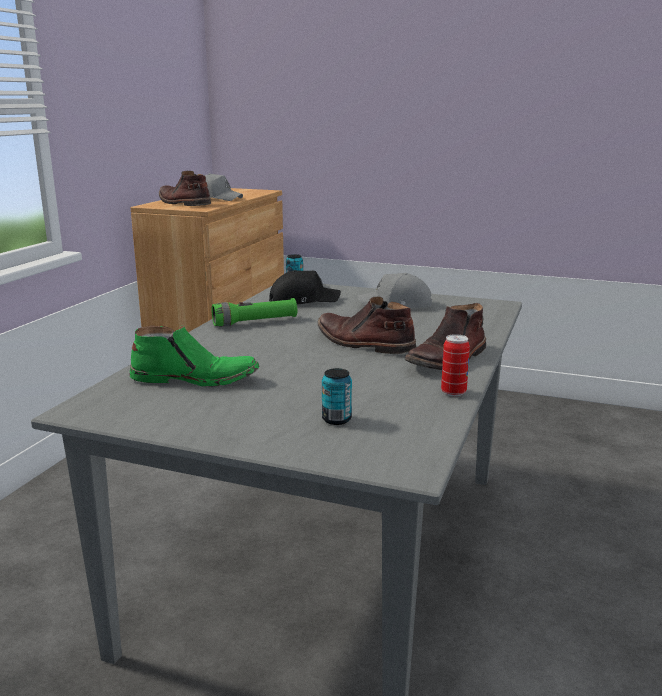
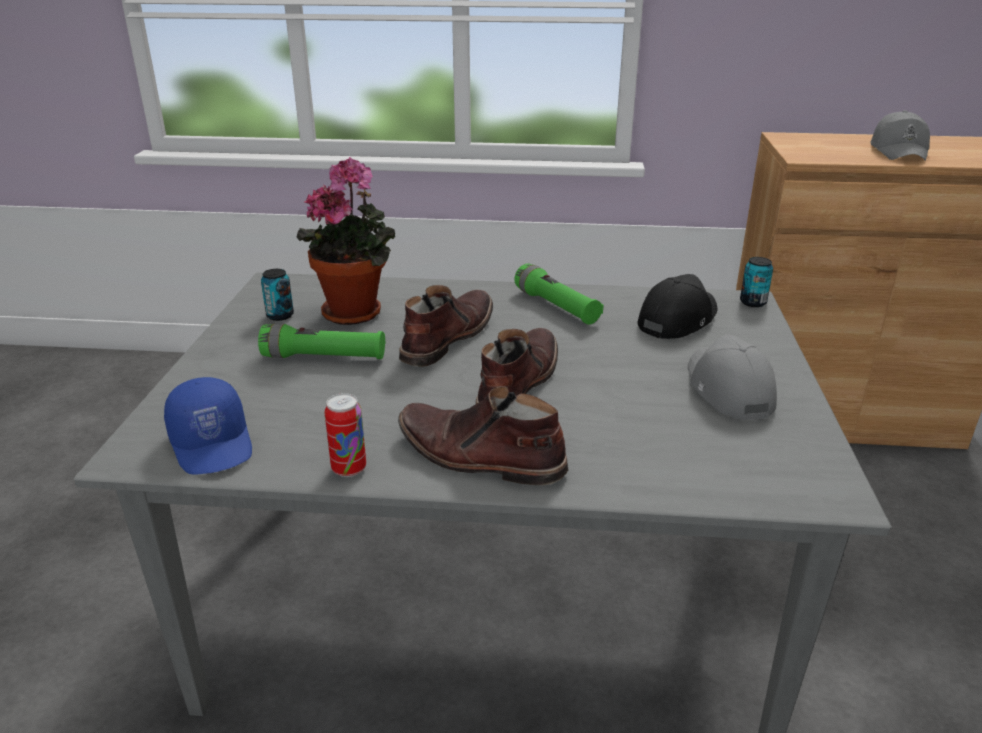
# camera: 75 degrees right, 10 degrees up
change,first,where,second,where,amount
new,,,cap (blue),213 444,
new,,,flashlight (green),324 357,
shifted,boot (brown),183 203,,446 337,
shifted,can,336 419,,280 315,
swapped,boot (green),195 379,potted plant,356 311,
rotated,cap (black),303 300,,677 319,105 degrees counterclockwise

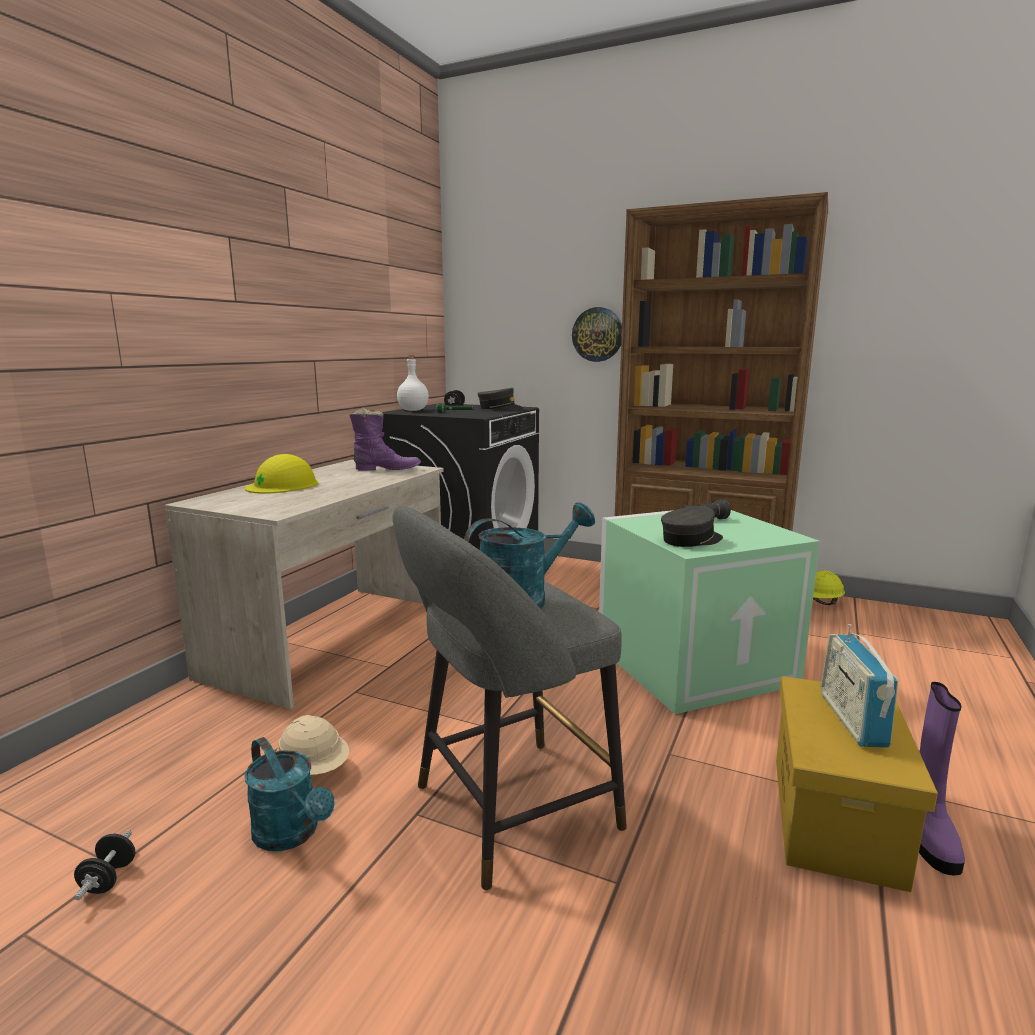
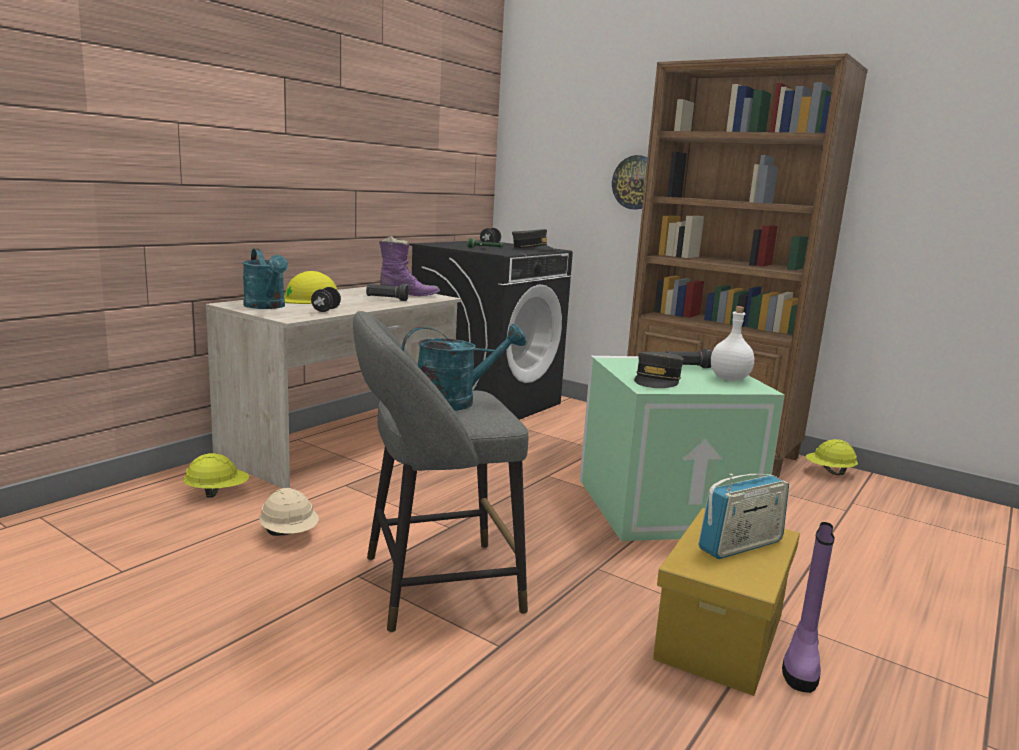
# camera: 10 degrees right, 0 degrees up
change,first,where,second,where,amount
new,,,hard hat (yellow),217 493,
new,,,flashlight (black),386 299,
shifted,dumbbell (black),108 879,,326 310,
shifted,watering can (turquoise),291 835,,267 307,
shifted,bottle (white),413 410,,730 379,
rotated,cap (grey),691 540,,657 380,135 degrees clockwise
rotated,radio,851 719,,740 545,135 degrees counterclockwise

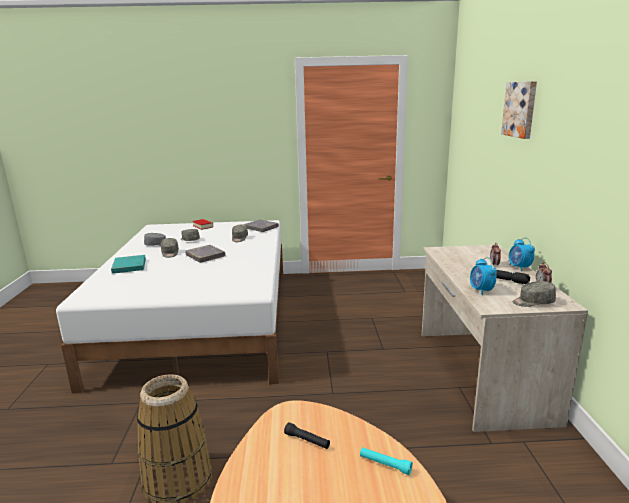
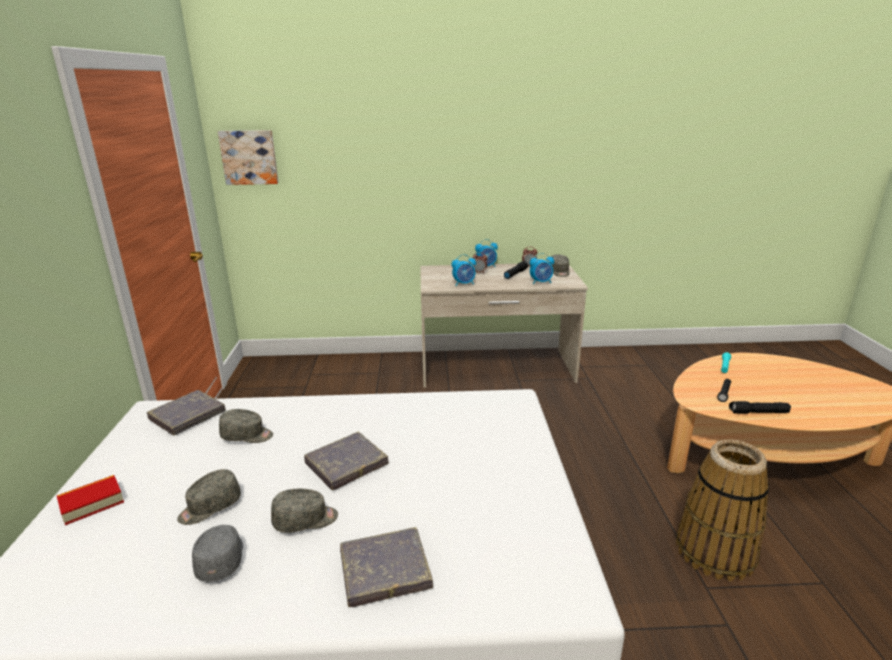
# camera: 90 degrees left, 5 degrees up
change,first,where,second,where,amount
new,,,alarm clock,464 284,
new,,,flashlight (black),758 413,
shifted,picture,521 109,,249 157,
repainted,book (turquoise),129 267,book (grey),385 570,

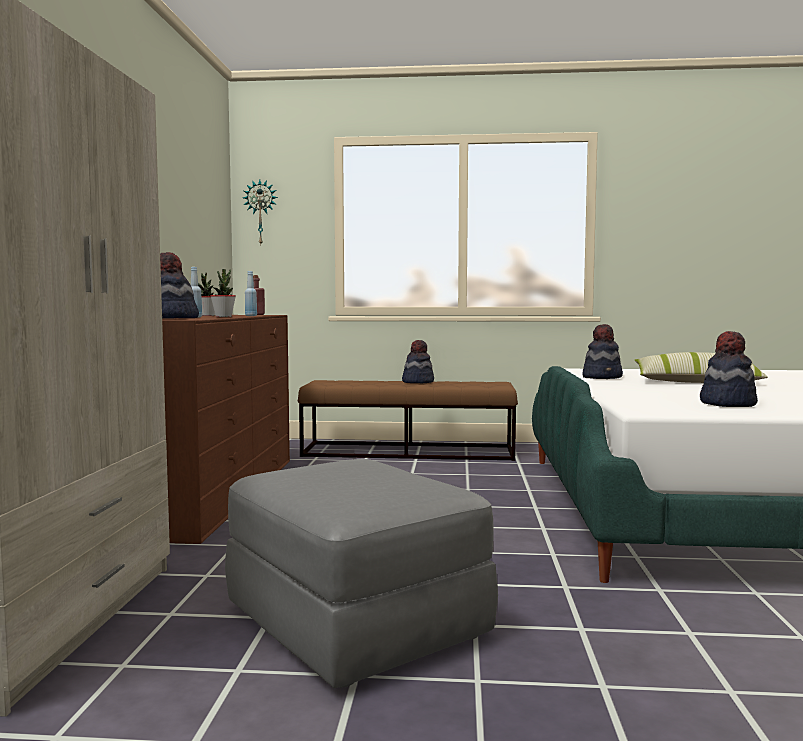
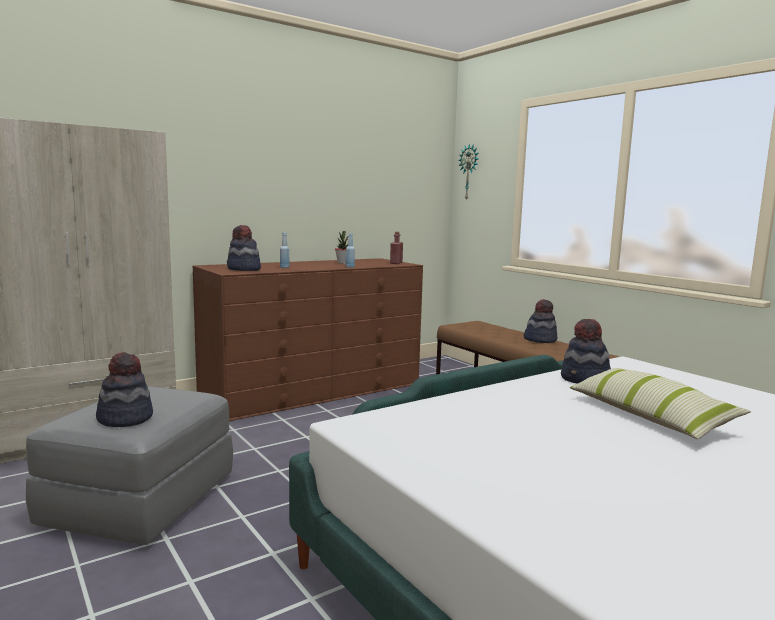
# camera: 50 degrees right, 5 degrees up
change,first,where,second,where,amount
gone,potted plant,223 316,,,
shifted,hat,727 404,,125 418,

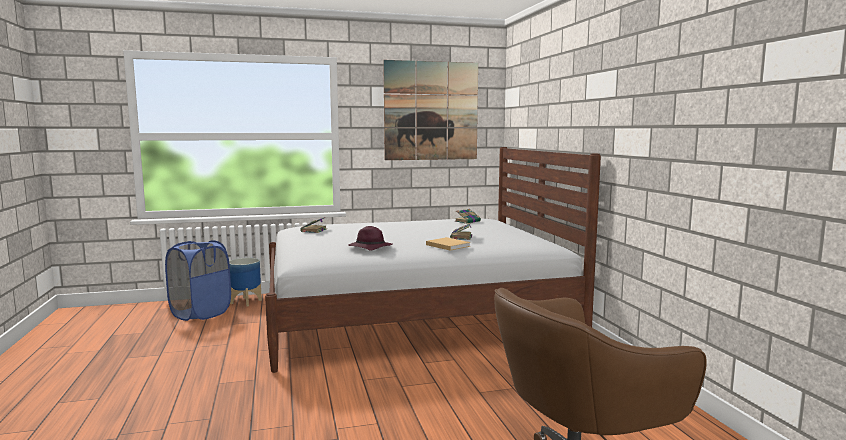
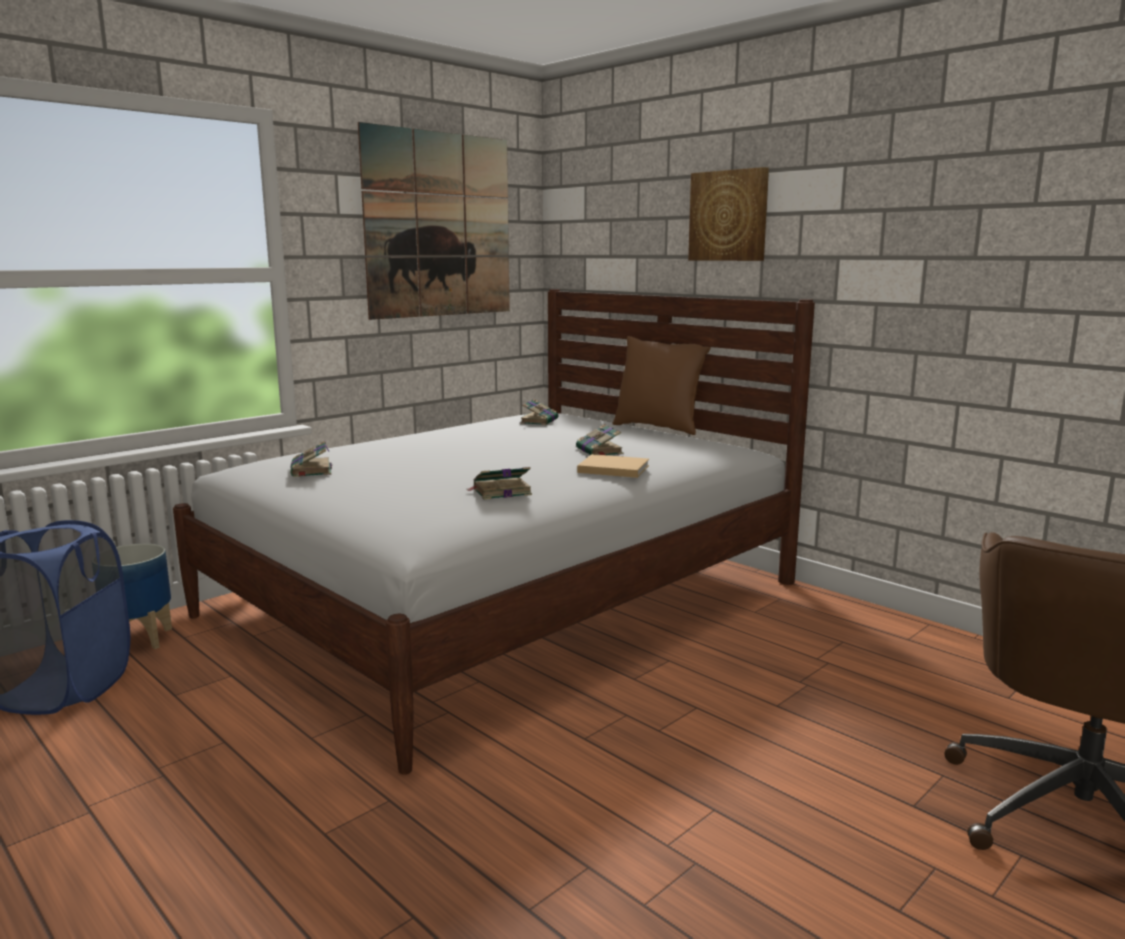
# camera: 30 degrees left, 5 degrees up
change,first,where,second,where,amount
new,,,pillow (brown),658 428,
new,,,picture,729 216,
swapped,hat (purple),369 248,book,500 492,

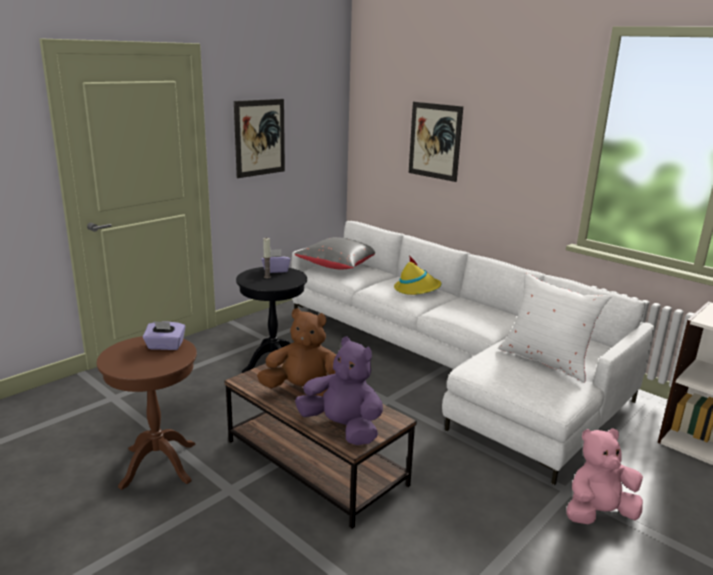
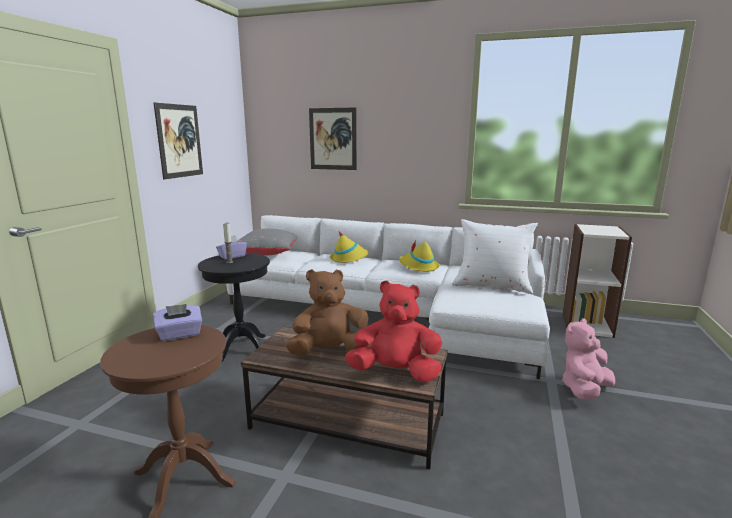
# camera: 25 degrees left, 5 degrees down
change,first,where,second,where,amount
new,,,hat (yellow),418 266,
repainted,plush toy (purple),342 428,plush toy (red),395 373,

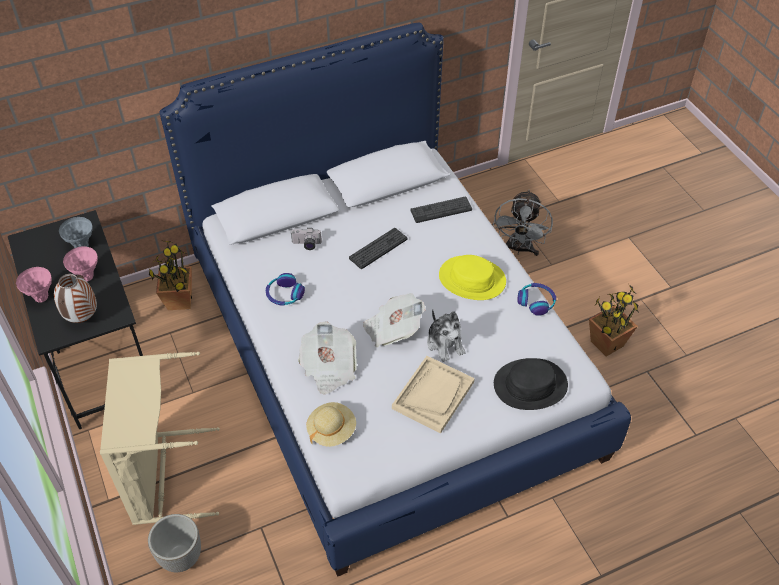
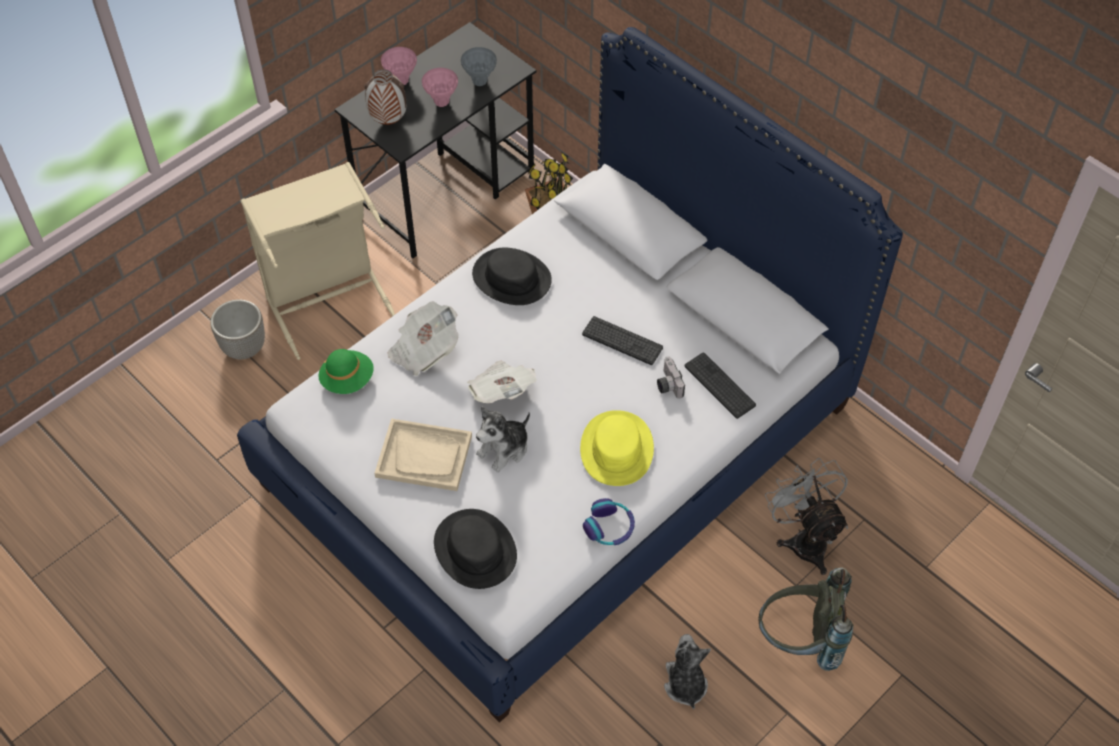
# camera: 70 degrees right, 5 degrees up
change,first,where,second,where,amount
new,,,backpack (grey),799 641,
shifted,photo camera,306 245,,667 384,
swapped,headphones,284 294,hat (black),512 277,
swapped,potted plant,606 344,plush toy,685 683,
repainted,hat (beige),331 430,hat (green),347 379,
rotated,fan (grey),519 249,,804 539,75 degrees clockwise

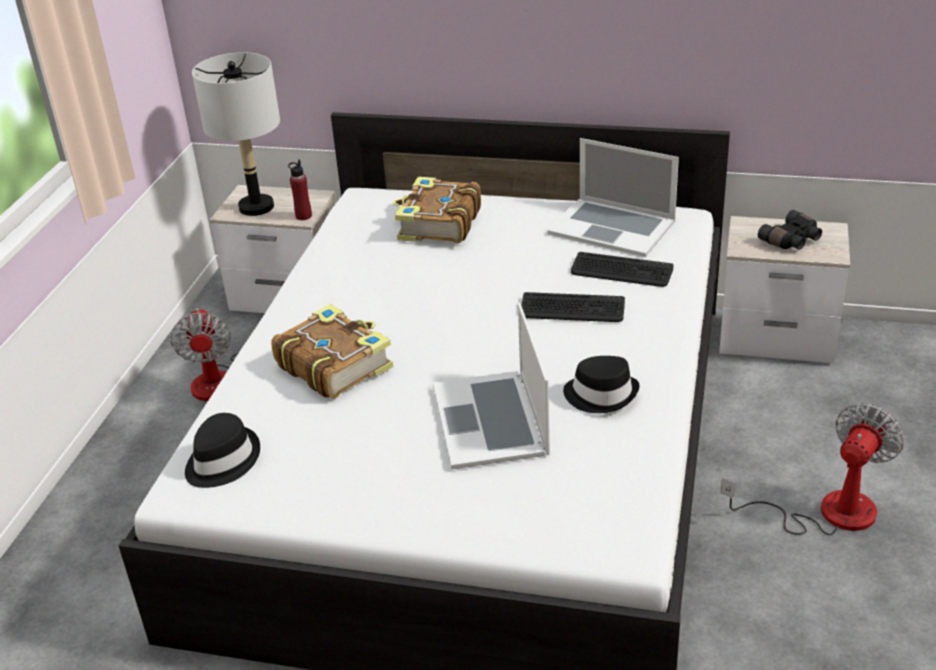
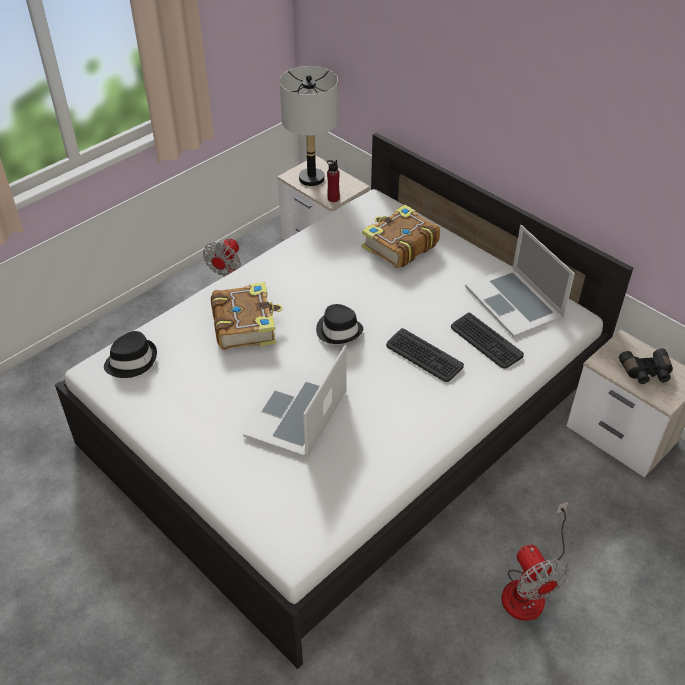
# camera: 30 degrees right, 10 degrees up
change,first,where,second,where,amount
shifted,hat (black),601 394,,339 330,
rotated,fan,827 512,,529 587,90 degrees clockwise

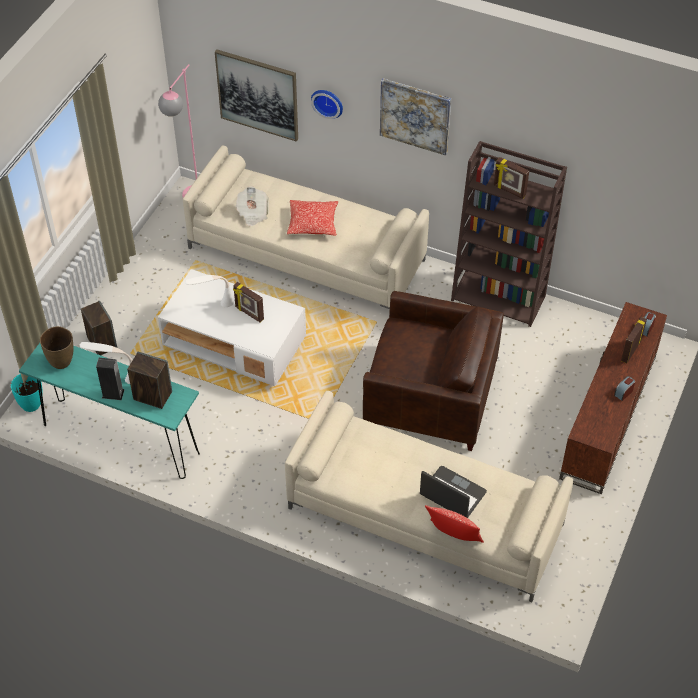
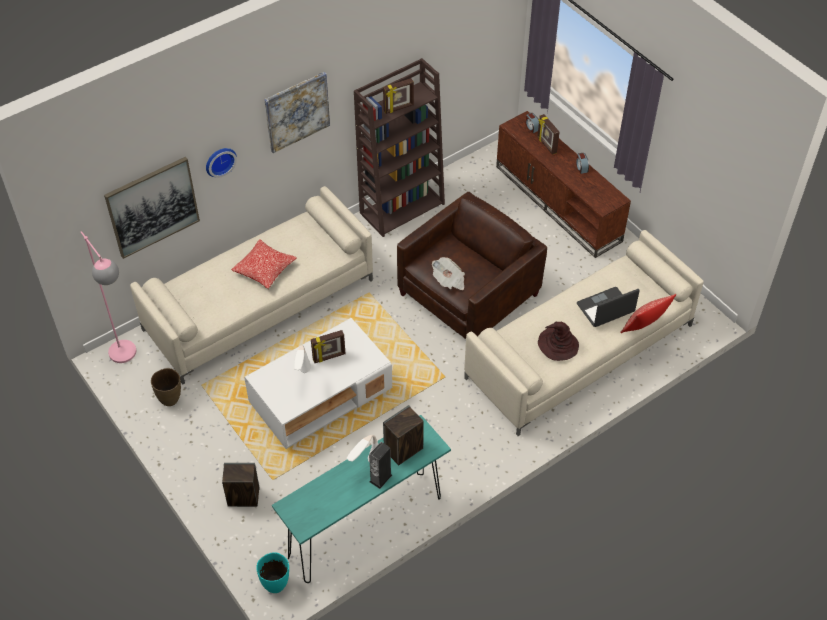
# camera: 60 degrees left, 0 degrees up
change,first,where,second,where,amount
new,,,hat (brown),557 344,
shifted,vase (brown),62 361,,170 399,
shifted,newspaper,253 213,,449 280,

